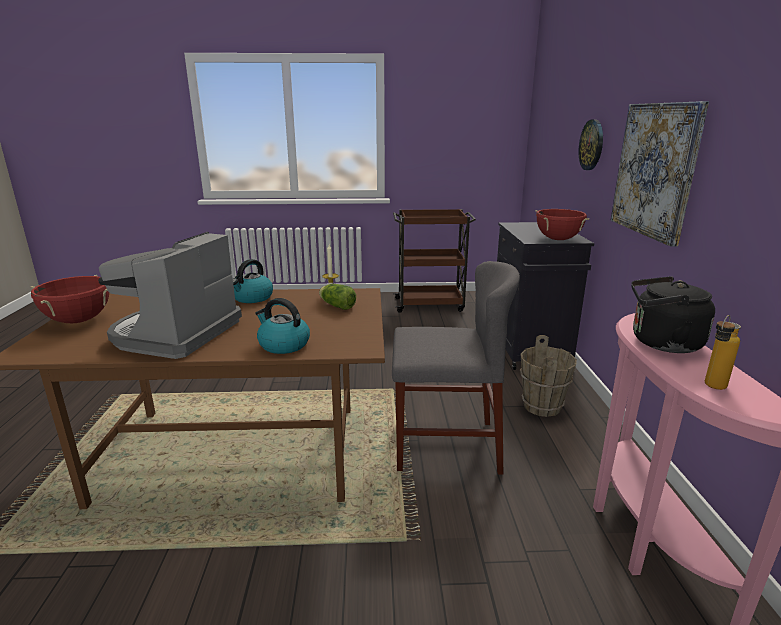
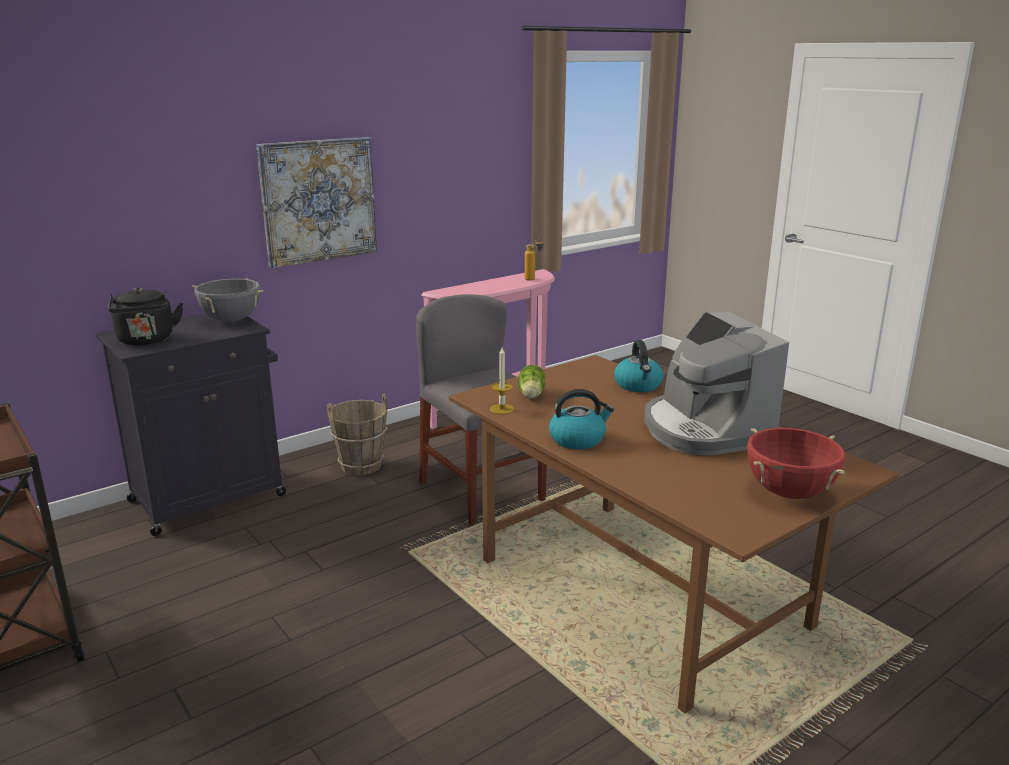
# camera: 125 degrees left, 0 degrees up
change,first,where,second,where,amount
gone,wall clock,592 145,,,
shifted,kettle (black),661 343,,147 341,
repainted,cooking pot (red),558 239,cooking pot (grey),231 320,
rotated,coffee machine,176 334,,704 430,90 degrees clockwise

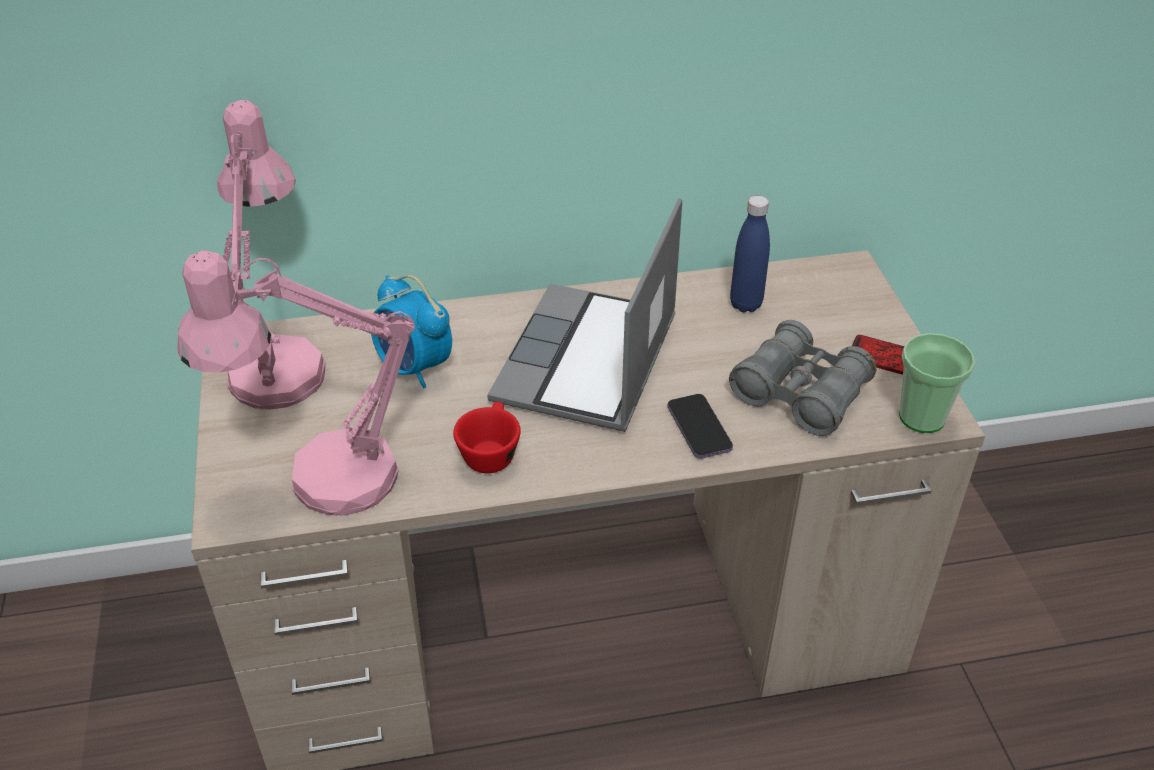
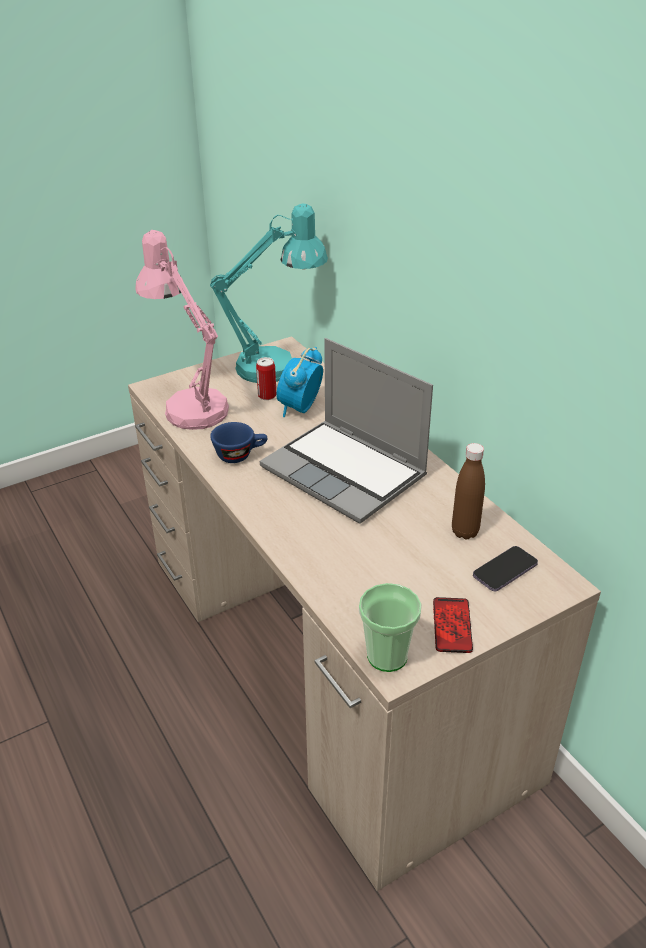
# camera: 70 degrees right, 5 degrees down
change,first,where,second,where,amount
gone,binoculars (grey),800 393,,,
new,,,can,267 396,
shifted,phone,699 428,,505 570,
repainted,table lamp (pink),280 362,table lamp (turquoise),277 365,
repainted,cup (red),490 452,cup (blue),240 455,
repainted,bottle (blue),745 304,bottle (brown),465 532,
rotated,laptop,588 363,,346 472,135 degrees counterclockwise

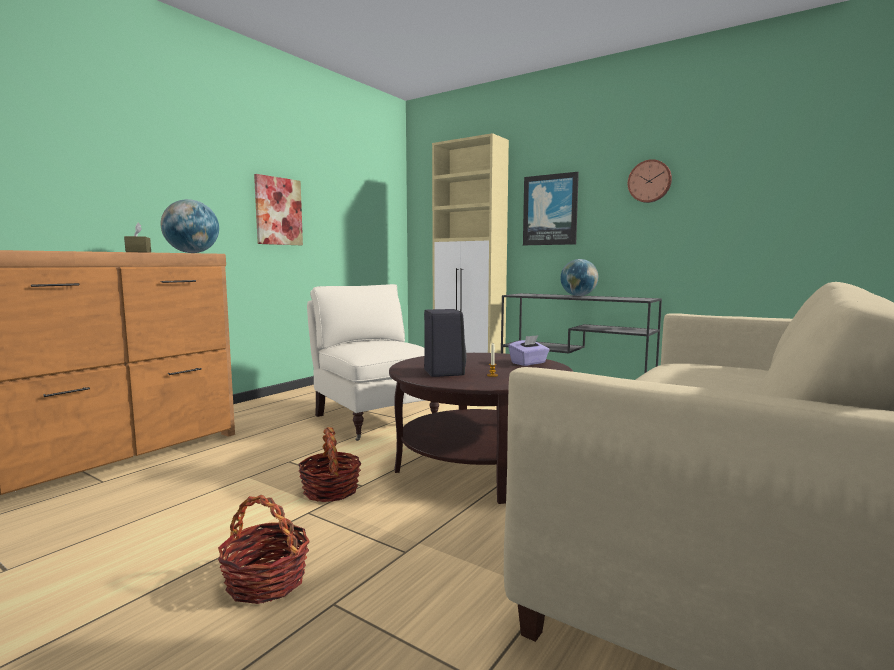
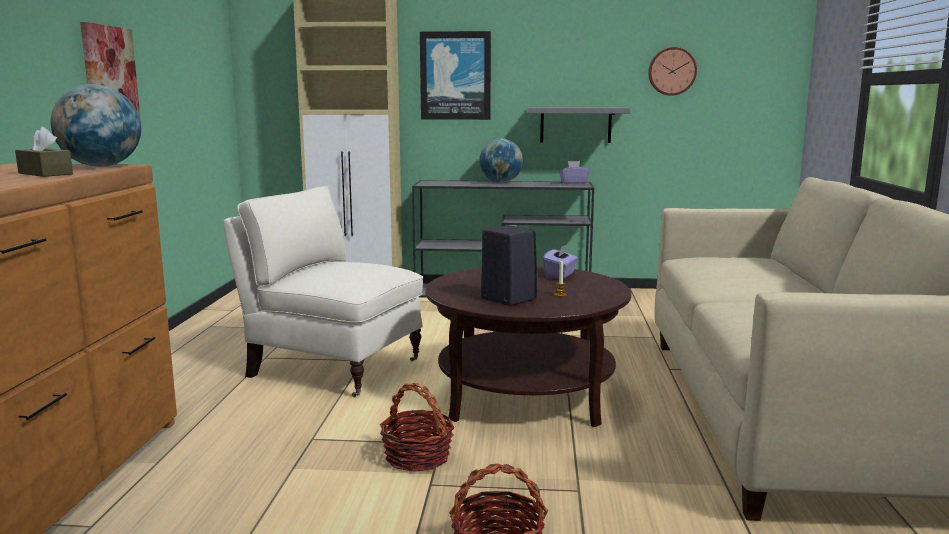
# camera: 30 degrees left, 5 degrees up
change,first,where,second,where,amount
new,,,shelf (grey),575 125,
new,,,tissue box (purple),573 183,
shifted,wall clock,649 181,,671 71,

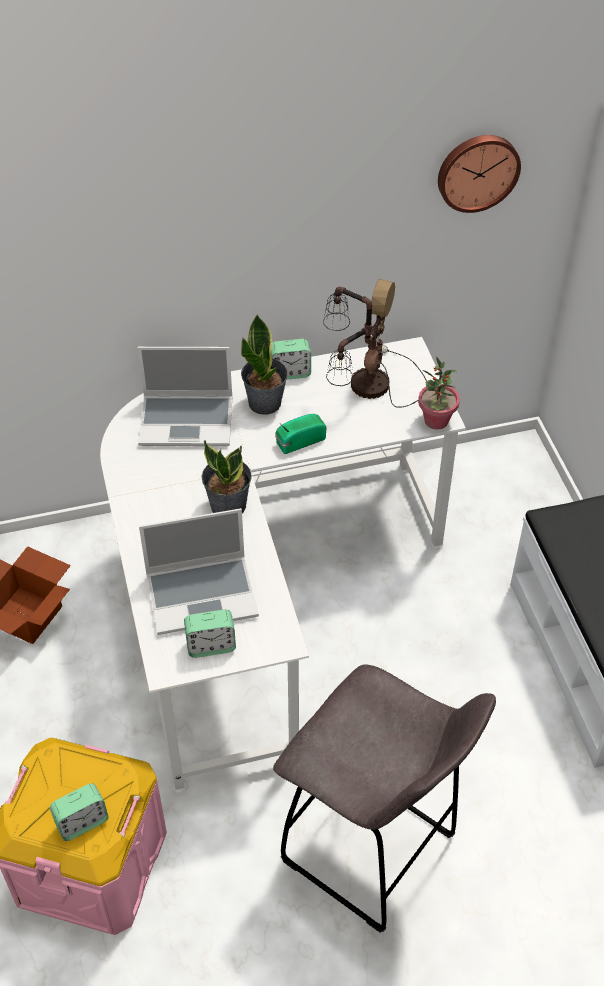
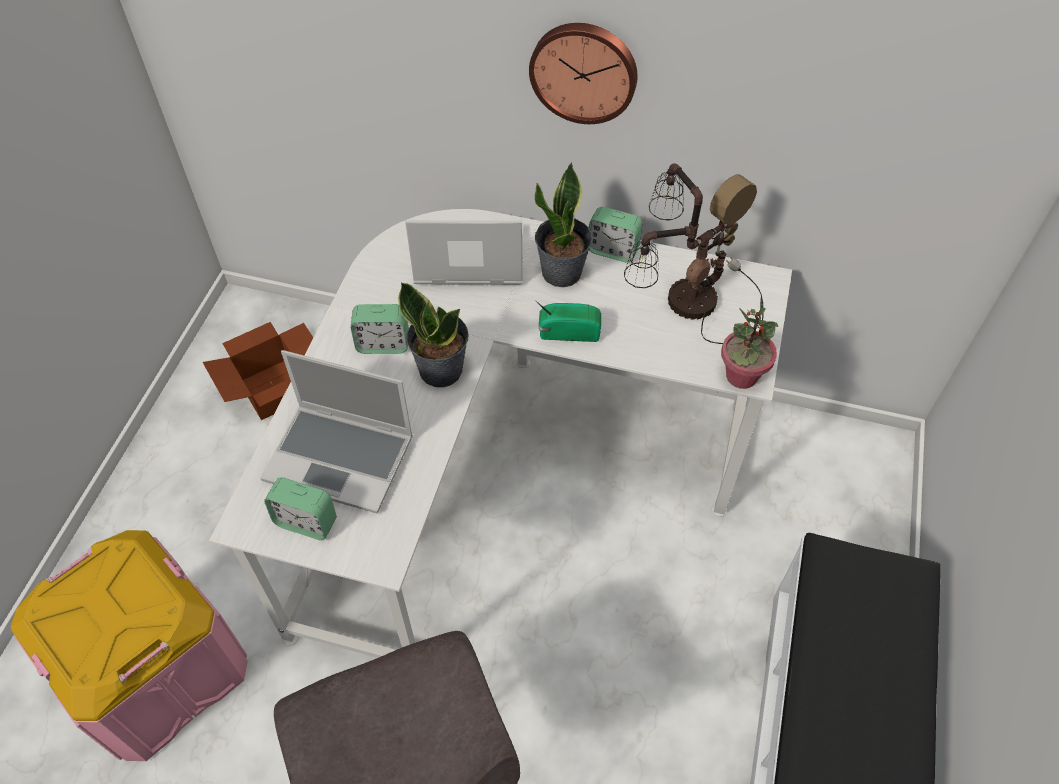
# camera: 30 degrees right, 5 degrees up
change,first,where,second,where,amount
shifted,alarm clock,82 822,,383 344,
shifted,wall clock,477 171,,584 71,
rotated,laptop,188 421,,468 258,150 degrees clockwise

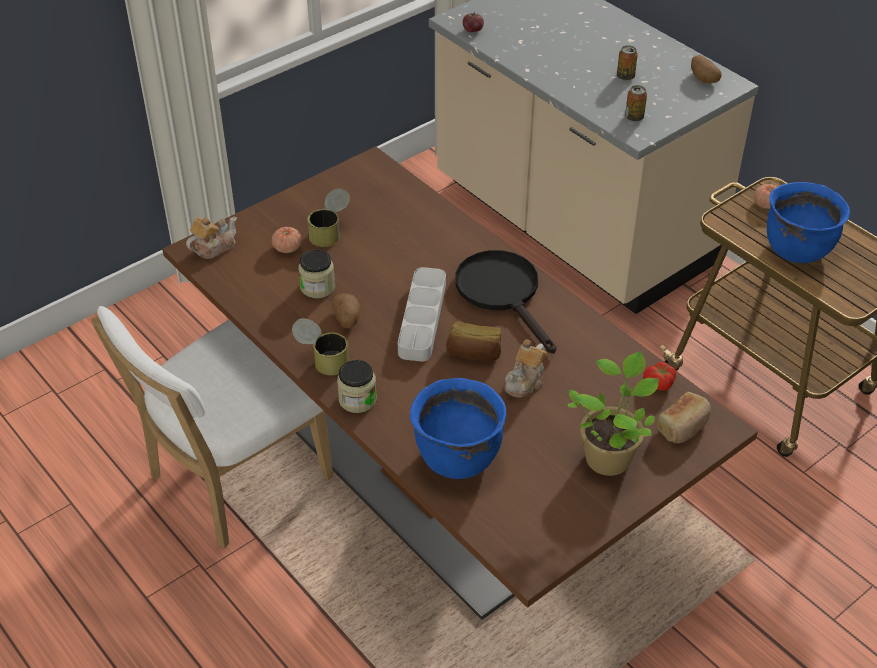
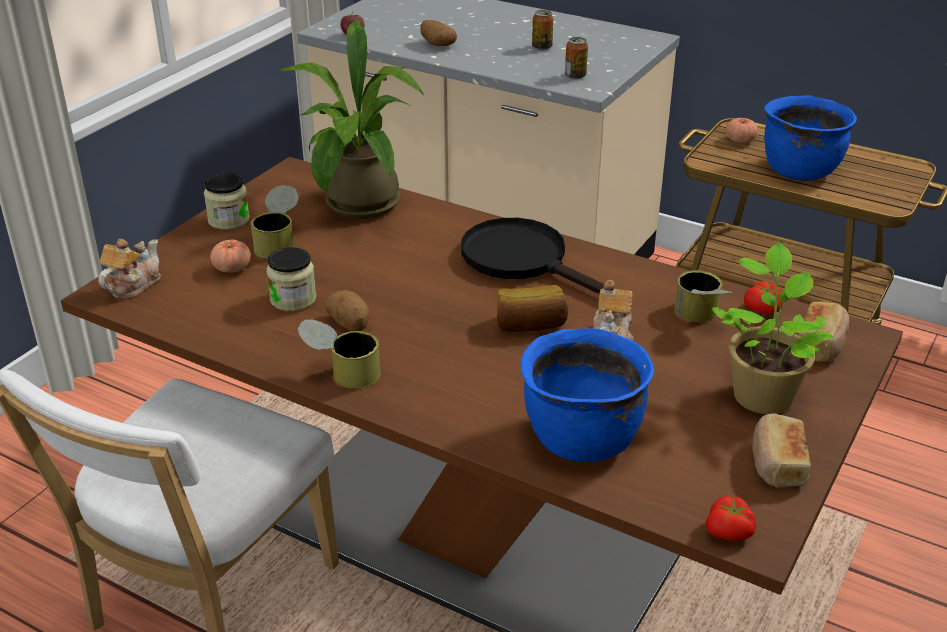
# camera: 20 degrees left, 10 degrees down
change,first,where,second,where,amount
gone,tray (grey),422 318,,,
new,,,potted plant,359 208,
new,,,can,699 318,
new,,,tomato,730 532,
new,,,bread,776 464,
shifted,jar,357 399,,229 220,
shifted,potato,702 78,,437 44,

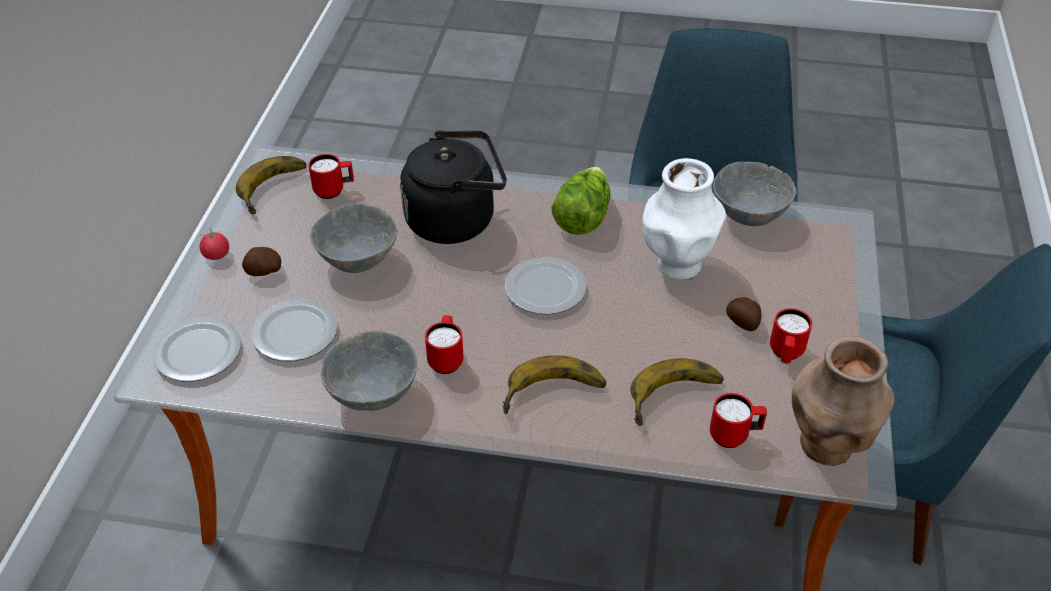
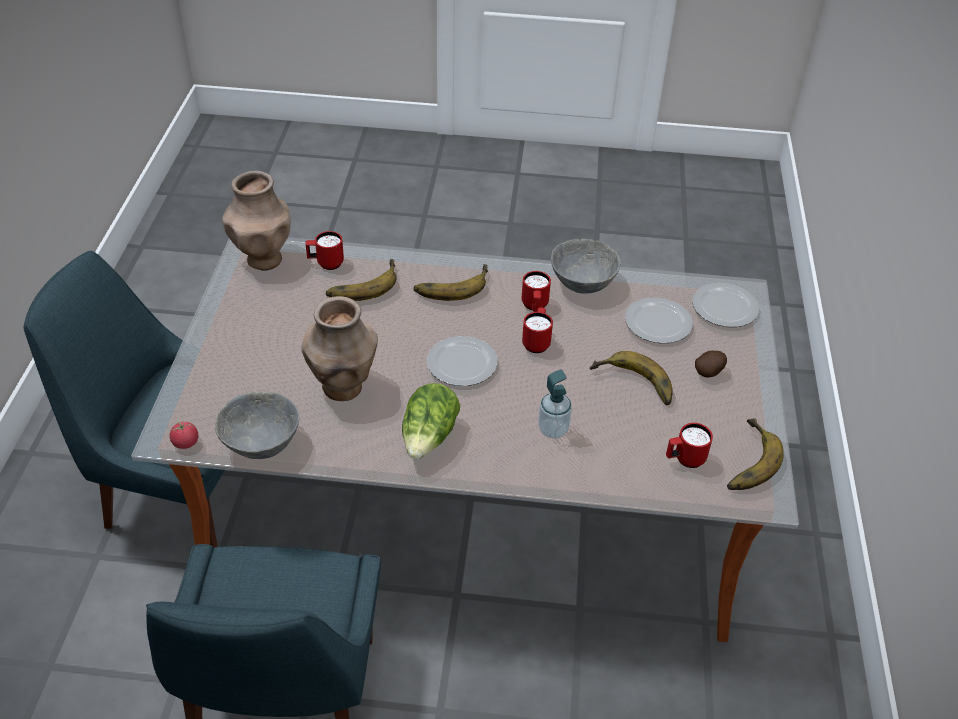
# camera: 175 degrees right, 0 degrees up
change,first,where,second,where,amount
gone,potato,743 323,,,
shifted,tomato,216 255,,185 443,
shifted,mug (red),785 354,,537 342,
swapped,bowl (grey),357 259,banana,632 385,
swapped,kettle (black),456 219,soap dispenser,553 429,
repainted,vase (white),677 265,vase (brown),343 388,

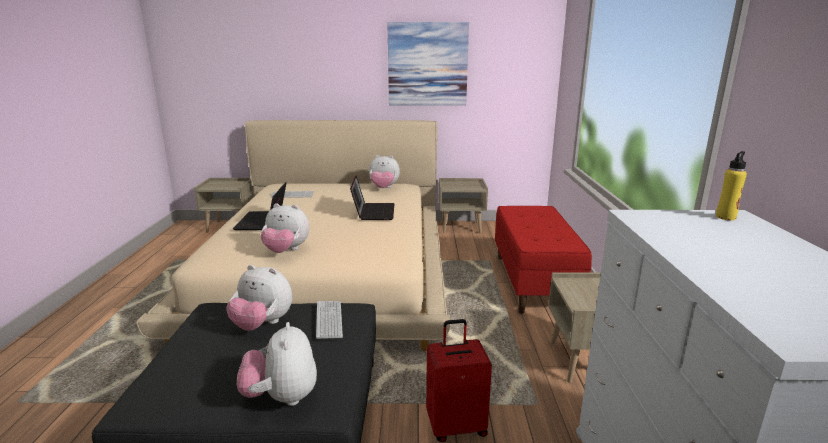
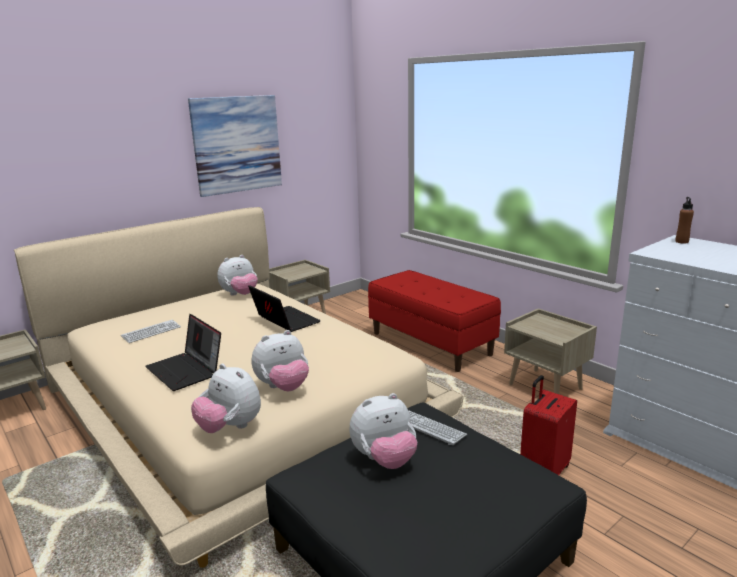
# camera: 40 degrees left, 0 degrees up
change,first,where,second,where,amount
shifted,plush toy,282 397,,230 427,
repainted,bottle (yellow),725 217,bottle (brown),681 241,

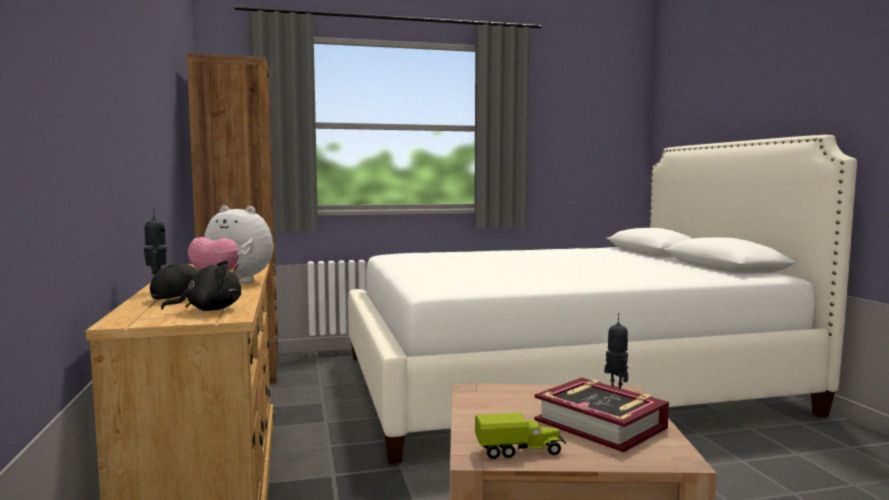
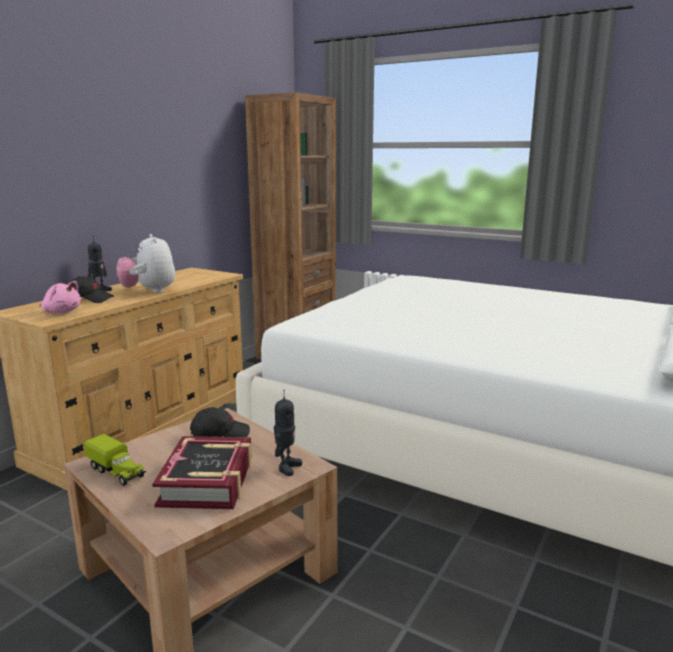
# camera: 45 degrees right, 10 degrees up
change,first,where,second,where,amount
new,,,cap (black),219 435,
repainted,plush toy (black),209 310,plush toy (pink),61 312,

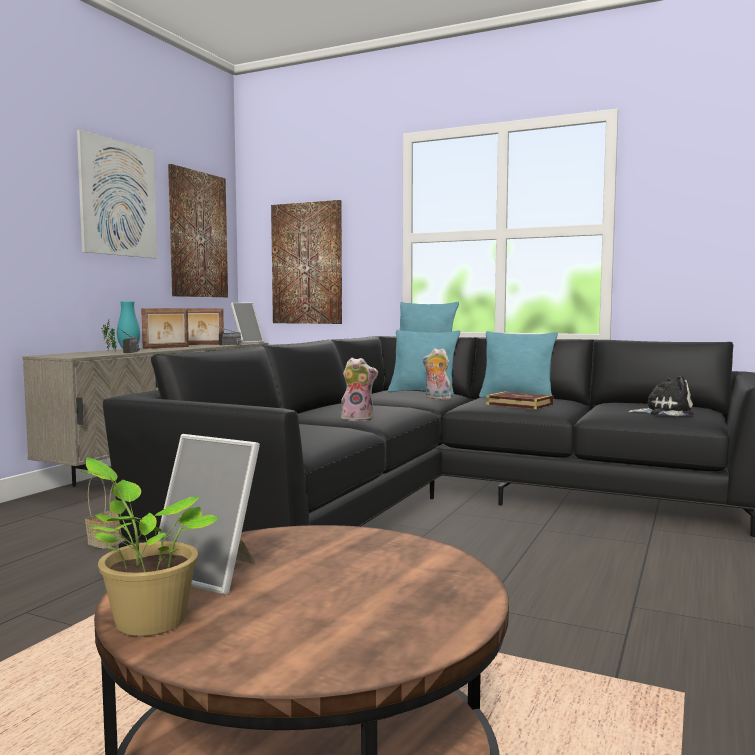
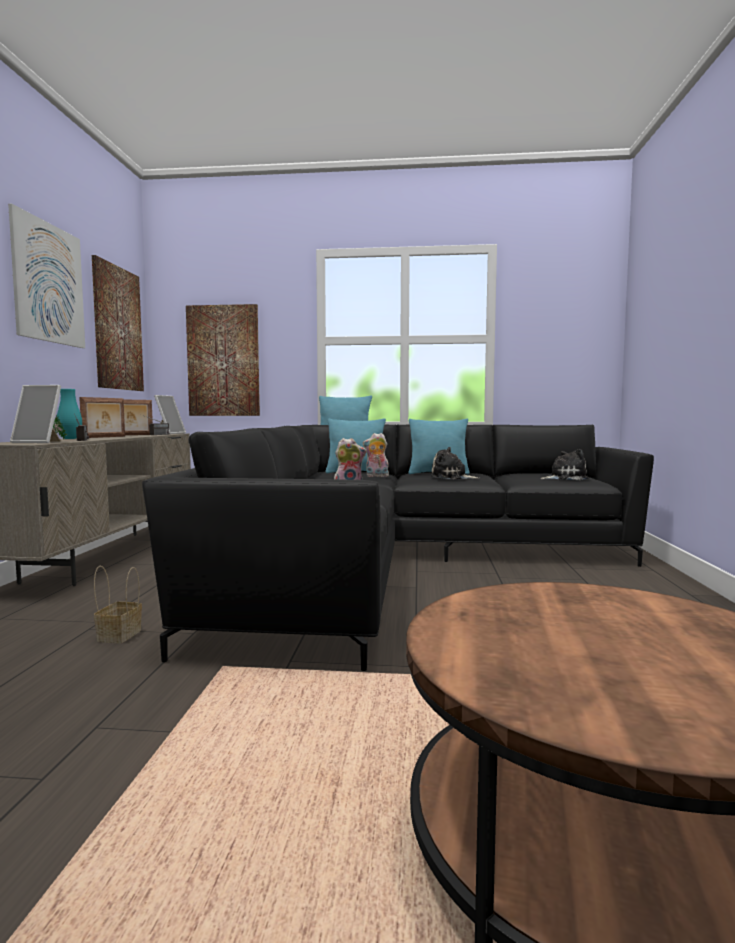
# camera: 20 degrees left, 0 degrees up
change,first,where,second,where,amount
gone,potted plant,146 621,,,
shifted,picture frame,211 574,,40 442,
swapped,book,519 404,plush toy,451 477,

